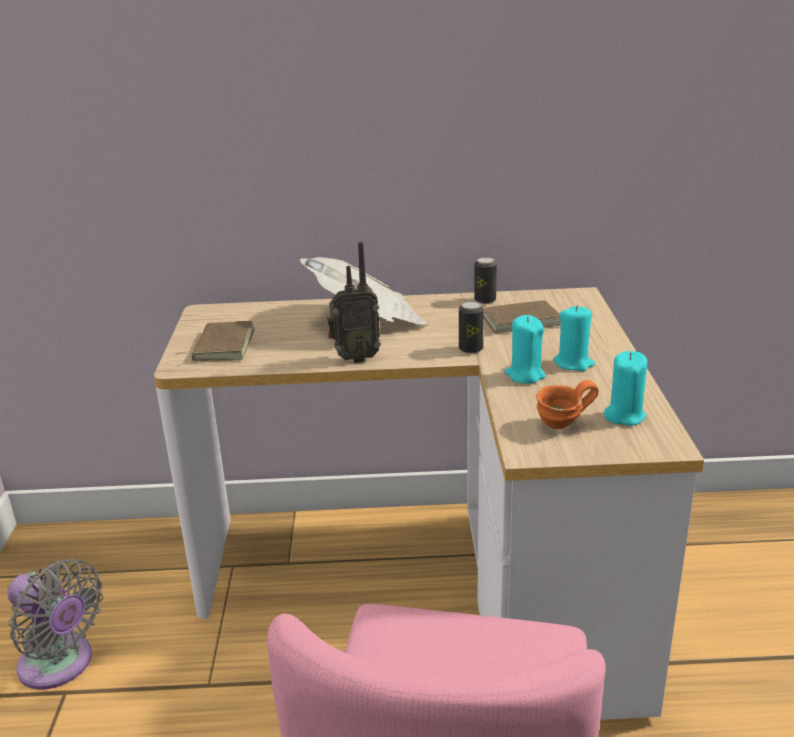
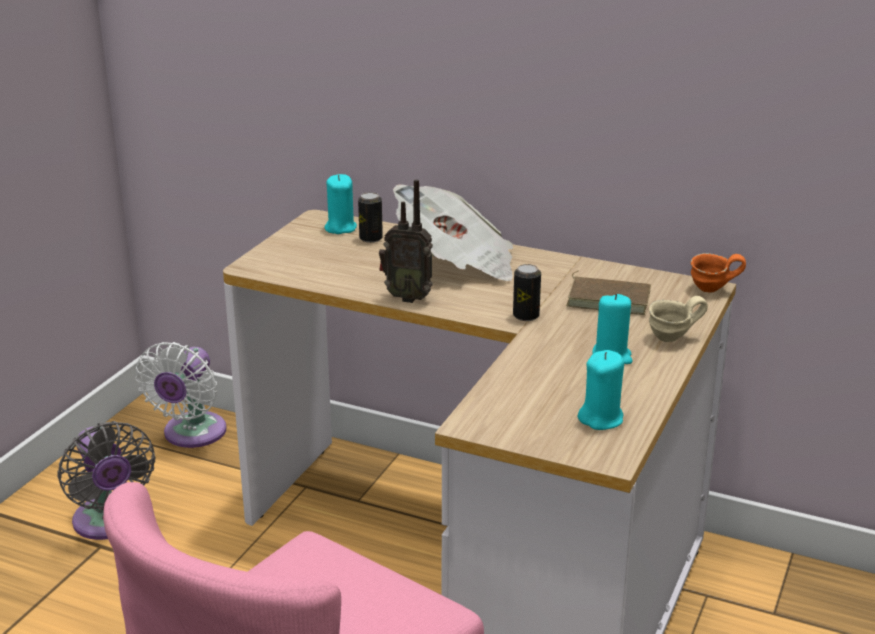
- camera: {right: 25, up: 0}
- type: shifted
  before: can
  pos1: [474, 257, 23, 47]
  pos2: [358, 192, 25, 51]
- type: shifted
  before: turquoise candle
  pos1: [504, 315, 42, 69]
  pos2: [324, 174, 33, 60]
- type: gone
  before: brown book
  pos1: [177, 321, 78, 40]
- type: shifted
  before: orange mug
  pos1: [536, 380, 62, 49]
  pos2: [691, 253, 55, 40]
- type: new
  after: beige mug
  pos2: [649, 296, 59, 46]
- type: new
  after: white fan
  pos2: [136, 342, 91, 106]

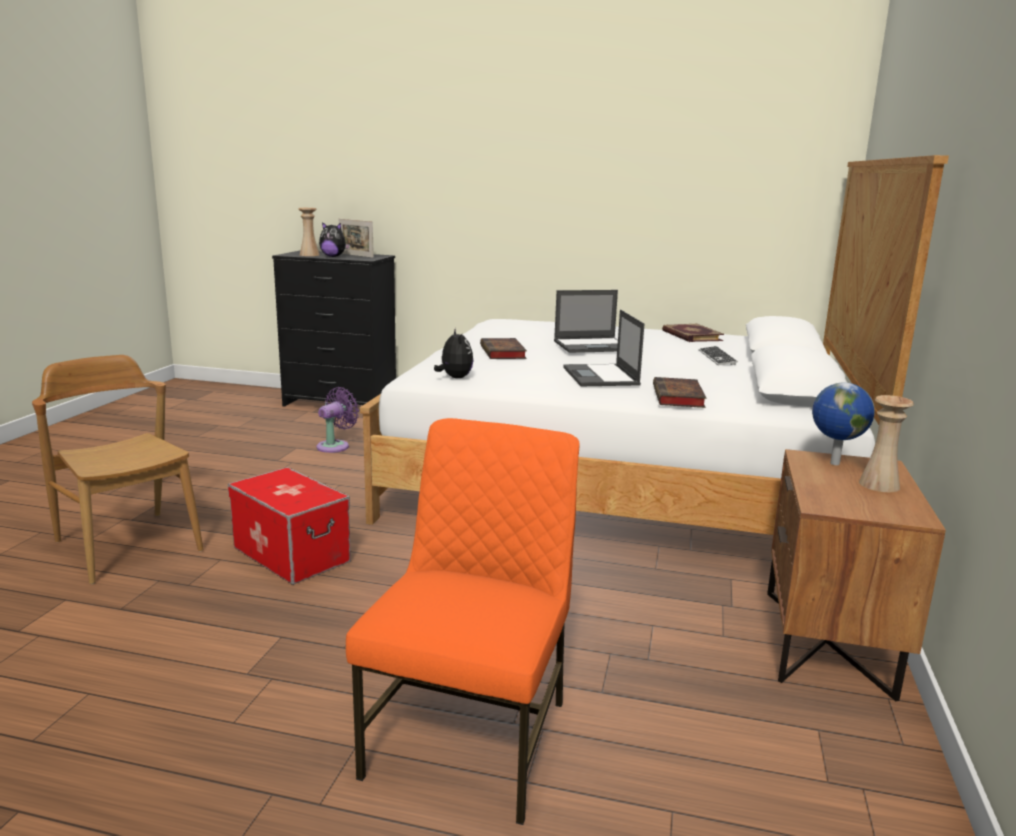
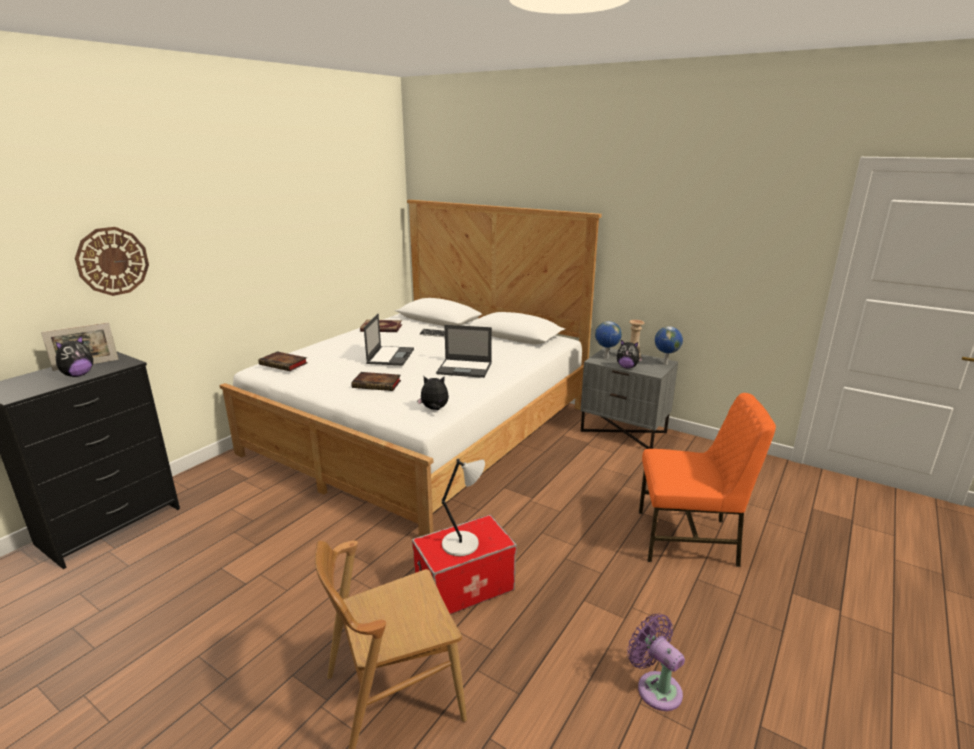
- camera: {right: -70, up: 5}
- type: gone
  before: beige vase
  pos1: [298, 208, 21, 48]
- type: shifted
  before: book
  pos1: [653, 377, 53, 31]
  pos2: [258, 351, 50, 20]
- type: shifted
  before: purple fan
  pos1: [316, 387, 43, 66]
  pos2: [627, 613, 58, 98]
- type: rotated
  before: orange chair
  pos1: [346, 418, 234, 407]
  pos2: [639, 393, 137, 174]
  turn: 150
- type: repainted
  before: brown nightstand
  after: grey nightstand
  pos1: [767, 449, 179, 252]
  pos2: [581, 347, 97, 102]
- type: new
  after: wall clock
  pos2: [75, 227, 74, 69]
- type: new
  after: globe
  pos2: [655, 326, 28, 39]
- type: new
  after: plush toy
  pos2: [617, 340, 26, 29]
- type: new
  after: grey table lamp
  pos2: [442, 458, 43, 98]

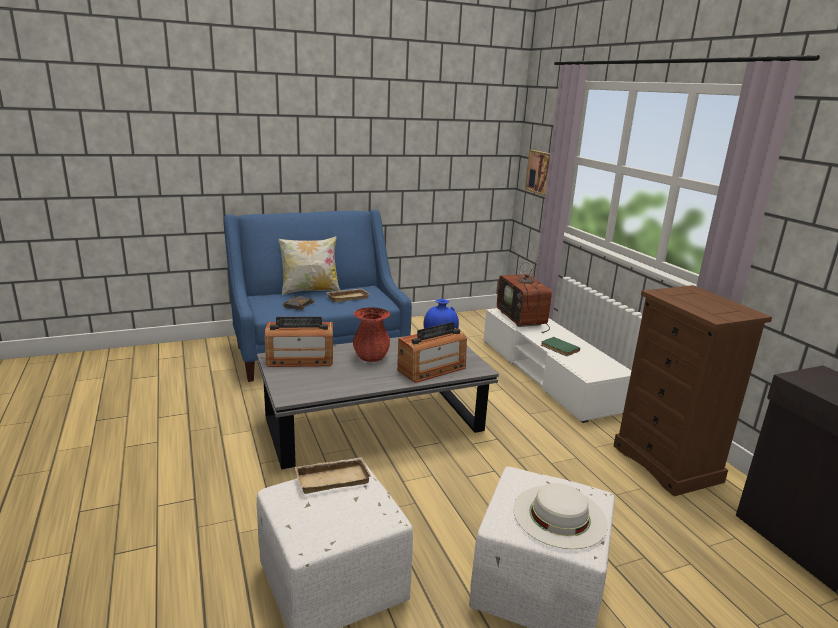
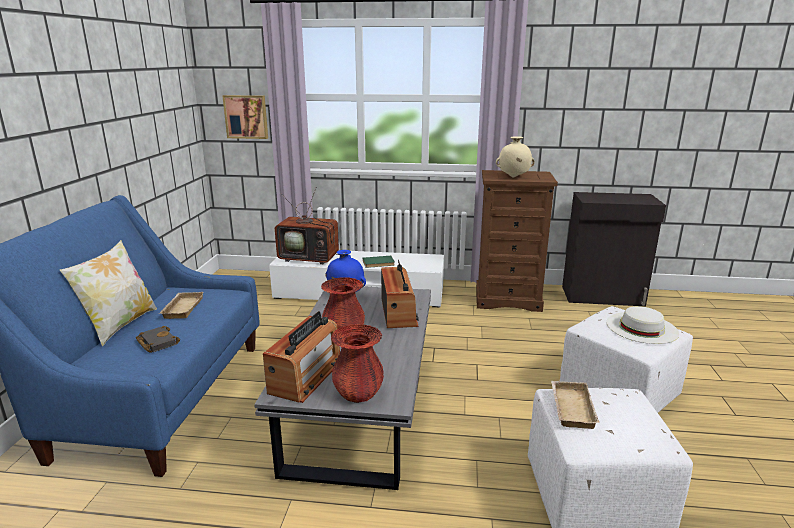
- camera: {right: -60, up: 0}
- type: new
  after: beige vase
  pos2: [496, 136, 38, 41]
- type: new
  after: red vase
  pos2: [331, 324, 53, 79]

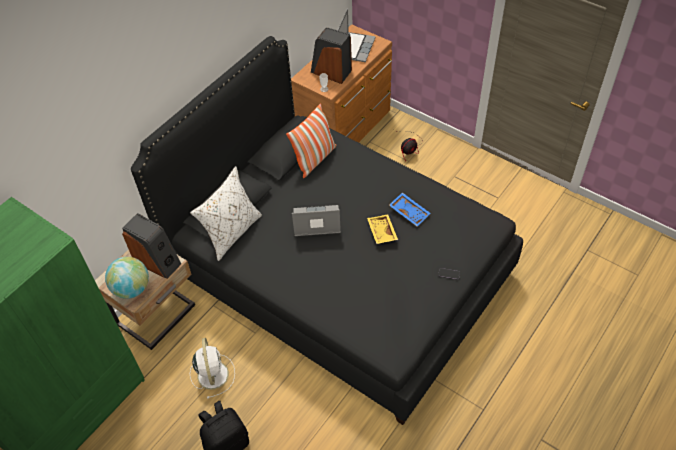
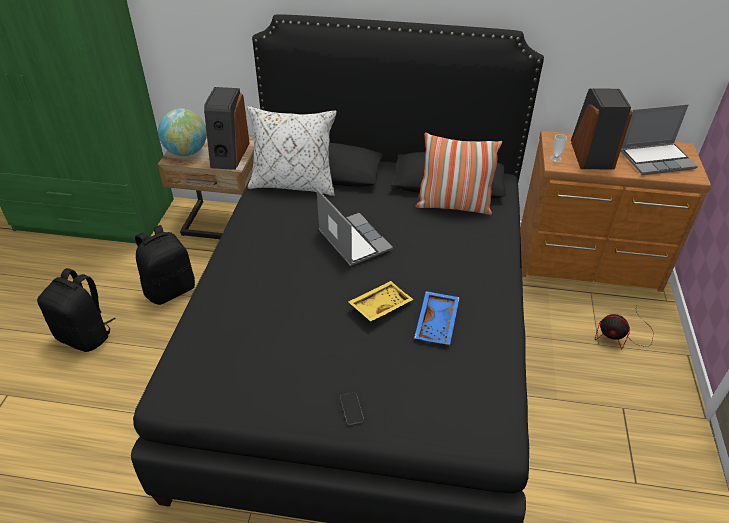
- camera: {right: 60, up: -10}
- type: swapped
  before: white fan
  after: black backpack
  pos1: [190, 338, 45, 60]
  pos2: [135, 225, 60, 80]

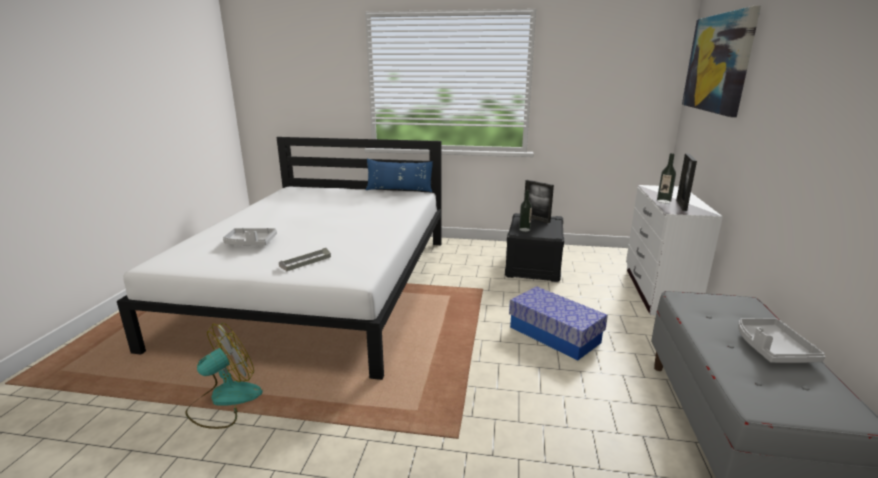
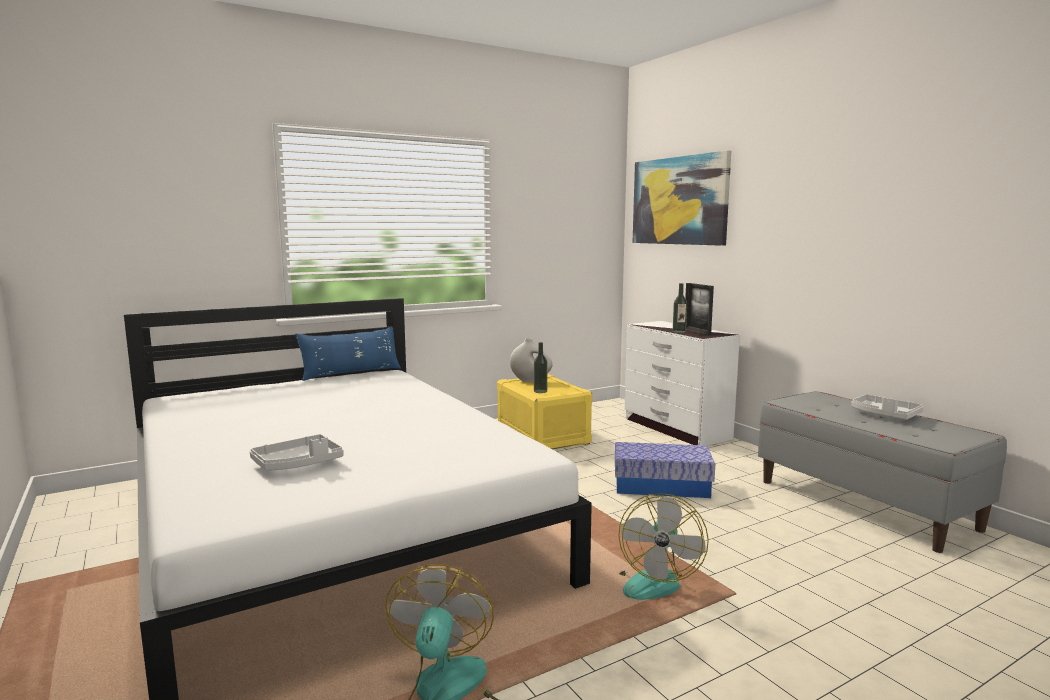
- camera: {right: -40, up: -10}
- type: swapped
  before: picture frame
  after: white vase
  pos1: [524, 180, 30, 43]
  pos2: [510, 338, 43, 44]
- type: repainted
  before: black storage box
  after: yellow storage box
  pos1: [505, 213, 59, 69]
  pos2: [497, 374, 96, 76]
- type: gone
  before: grey tray
  pos1: [279, 248, 52, 23]
- type: new
  after: fan
  pos2: [618, 493, 91, 107]

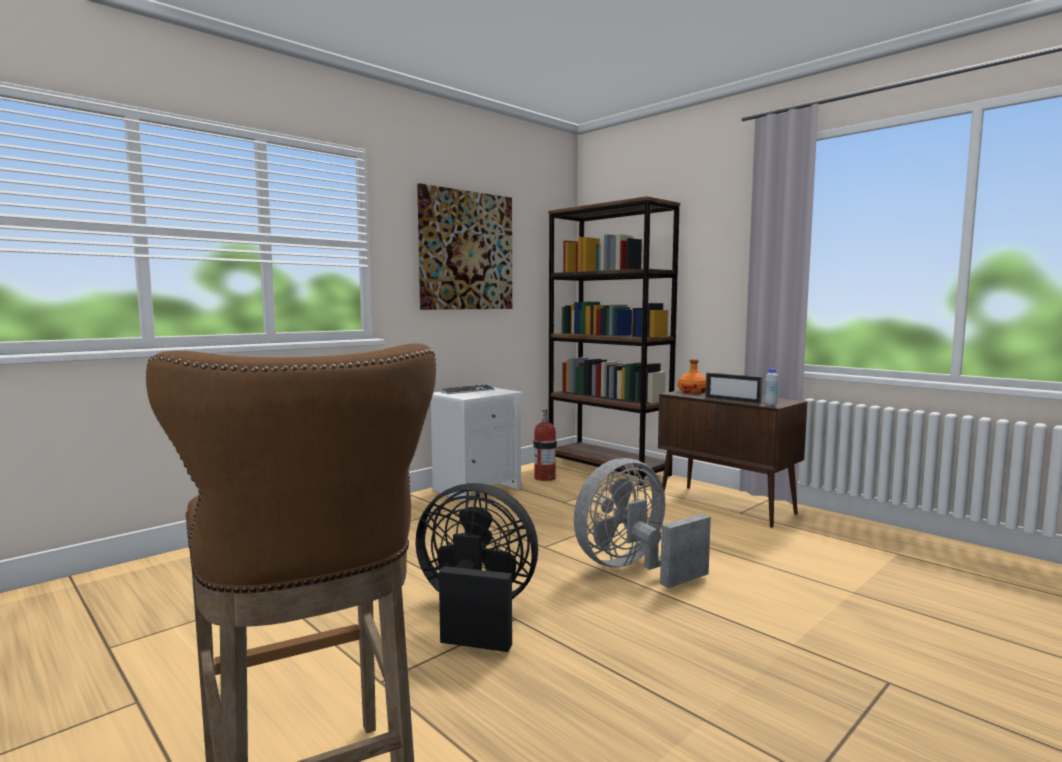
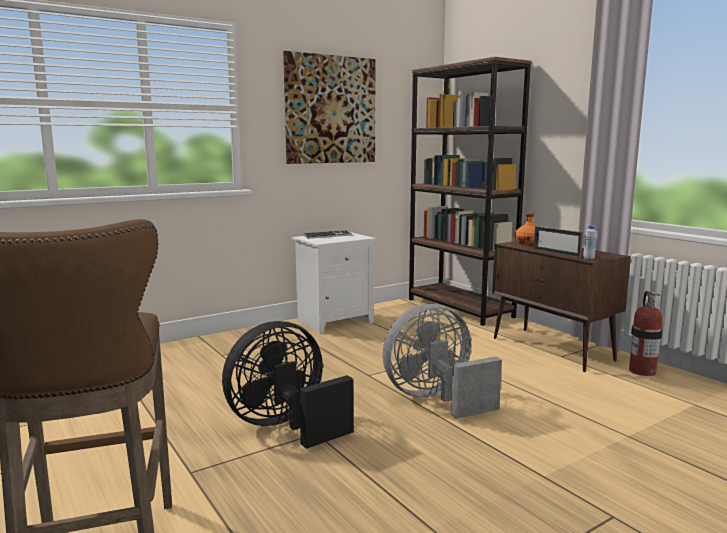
- camera: {right: 10, up: 5}
- type: shifted
  before: fire extinguisher
  pos1: [533, 409, 24, 72]
  pos2: [629, 291, 34, 85]
- type: rotated
  before: black fan
  pos1: [416, 483, 122, 169]
  pos2: [222, 321, 132, 128]
  turn: -60

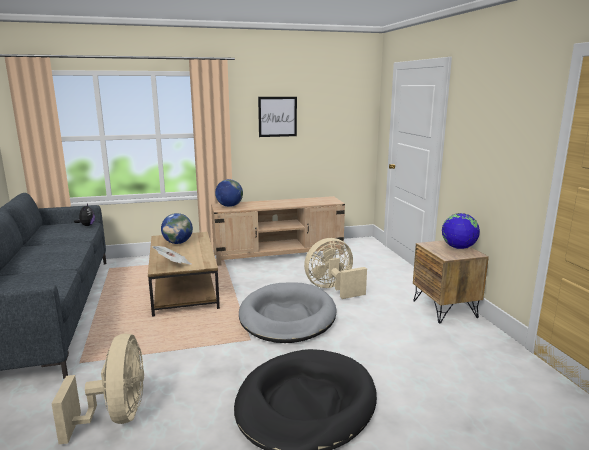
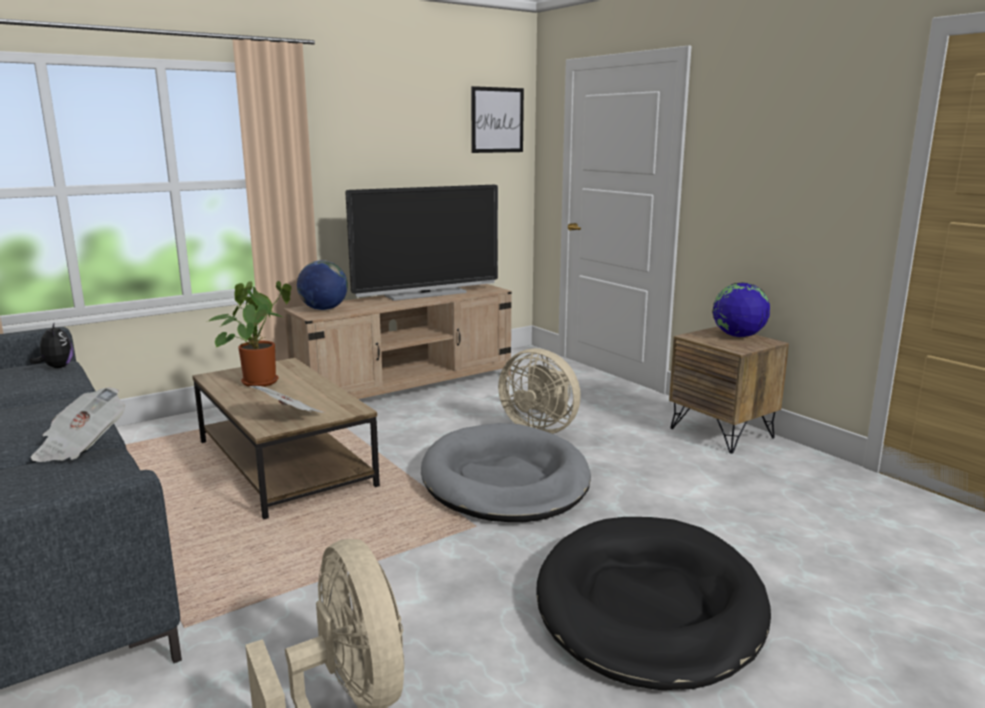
- camera: {right: -20, up: 0}
- type: shifted
  before: picture
  pos1: [258, 97, 39, 40]
  pos2: [471, 86, 53, 67]
- type: swapped
  before: globe
  after: potted plant
  pos1: [161, 213, 32, 31]
  pos2: [209, 281, 83, 106]
- type: rotated
  before: beige fan
  pos1: [304, 238, 63, 61]
  pos2: [498, 348, 83, 86]
  turn: -105
- type: new
  after: television
  pos2: [345, 185, 153, 116]
- type: new
  after: newspaper
  pos2: [31, 387, 94, 75]

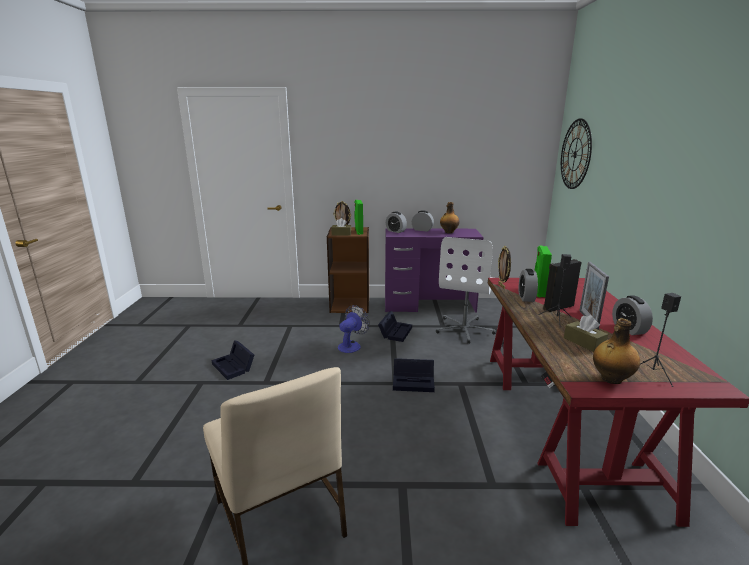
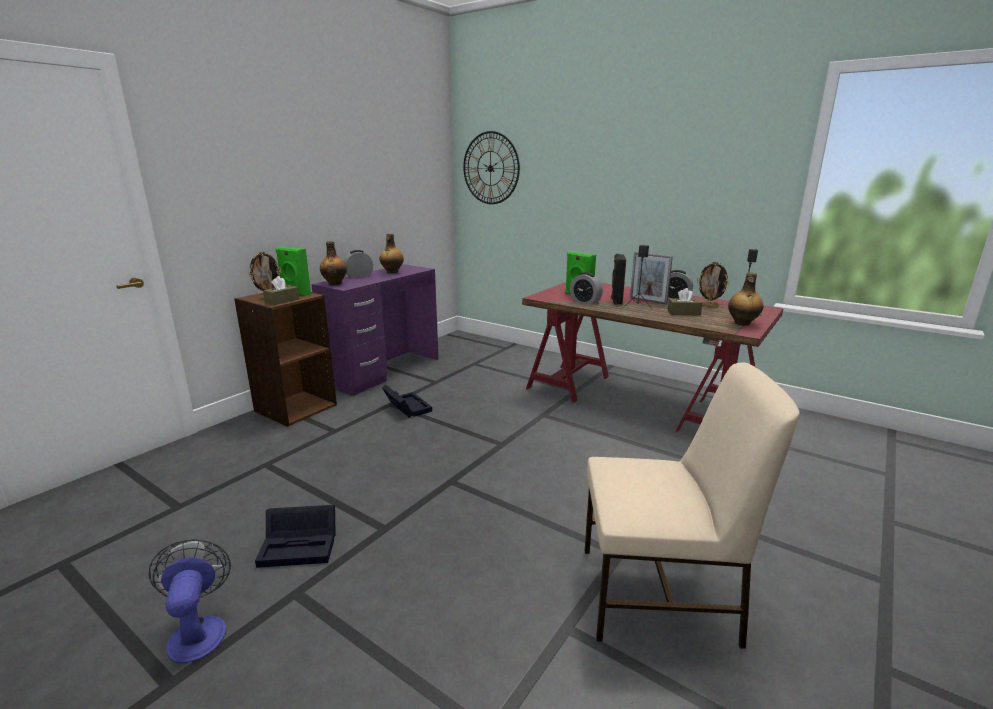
- camera: {right: -55, up: 0}
- type: swapped
  before: alarm clock
  after: bottle
  pos1: [386, 212, 21, 21]
  pos2: [320, 241, 27, 44]
- type: gone
  before: white office chair
  pos1: [436, 237, 60, 107]
- type: shifted
  before: picture frame
  pos1: [498, 246, 13, 43]
  pos2: [697, 261, 32, 46]
- type: shifted
  before: fan
  pos1: [338, 305, 32, 48]
  pos2: [148, 539, 83, 124]
- type: gone
  before: black storage box
  pos1: [393, 358, 42, 34]

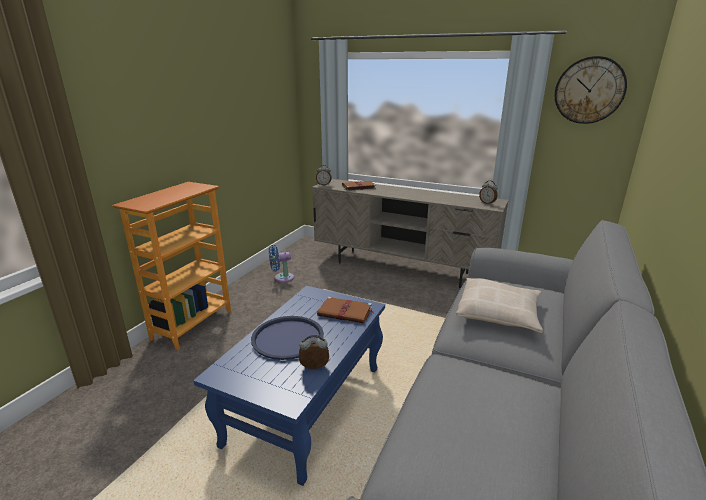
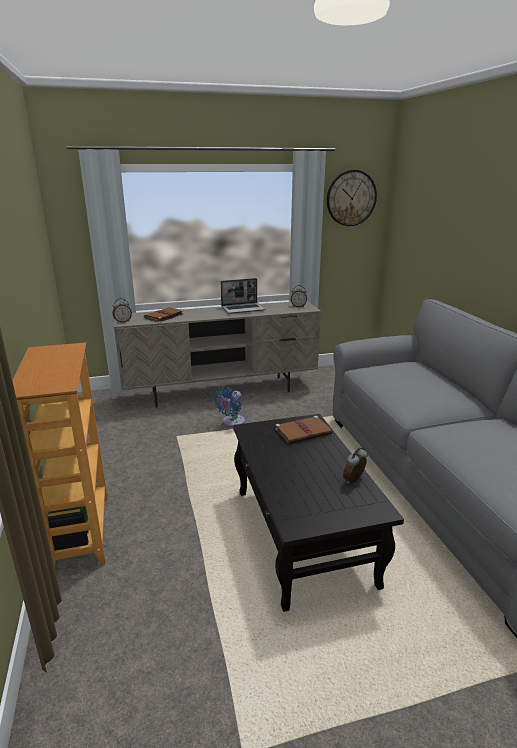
- camera: {right: -40, up: 0}
- type: shifted
  before: blue fan
  pos1: [269, 245, 25, 38]
  pos2: [214, 387, 31, 40]
- type: gone
  before: beige pillow
  pos1: [456, 278, 87, 55]
- type: repainted
  before: blue coffee table
  after: black coffee table
  pos1: [193, 286, 192, 200]
  pos2: [233, 414, 171, 198]
- type: gone
  before: blue tray
  pos1: [251, 316, 73, 44]
- type: new
  after: laptop
  pos2: [221, 278, 44, 36]

